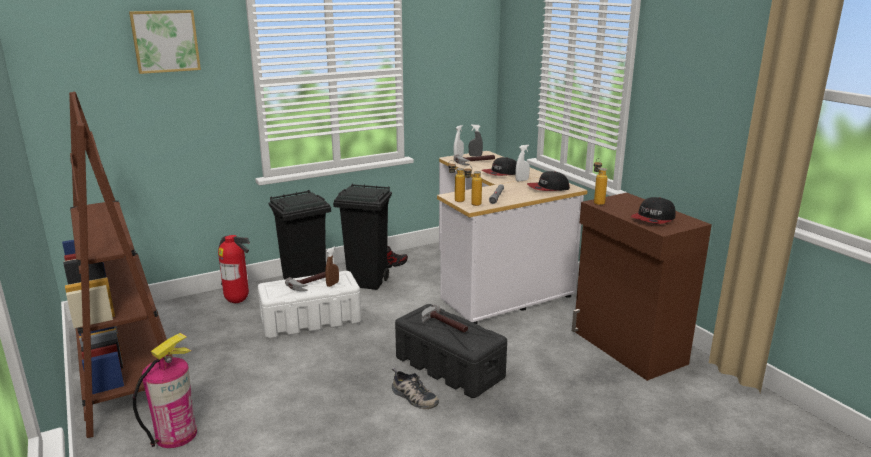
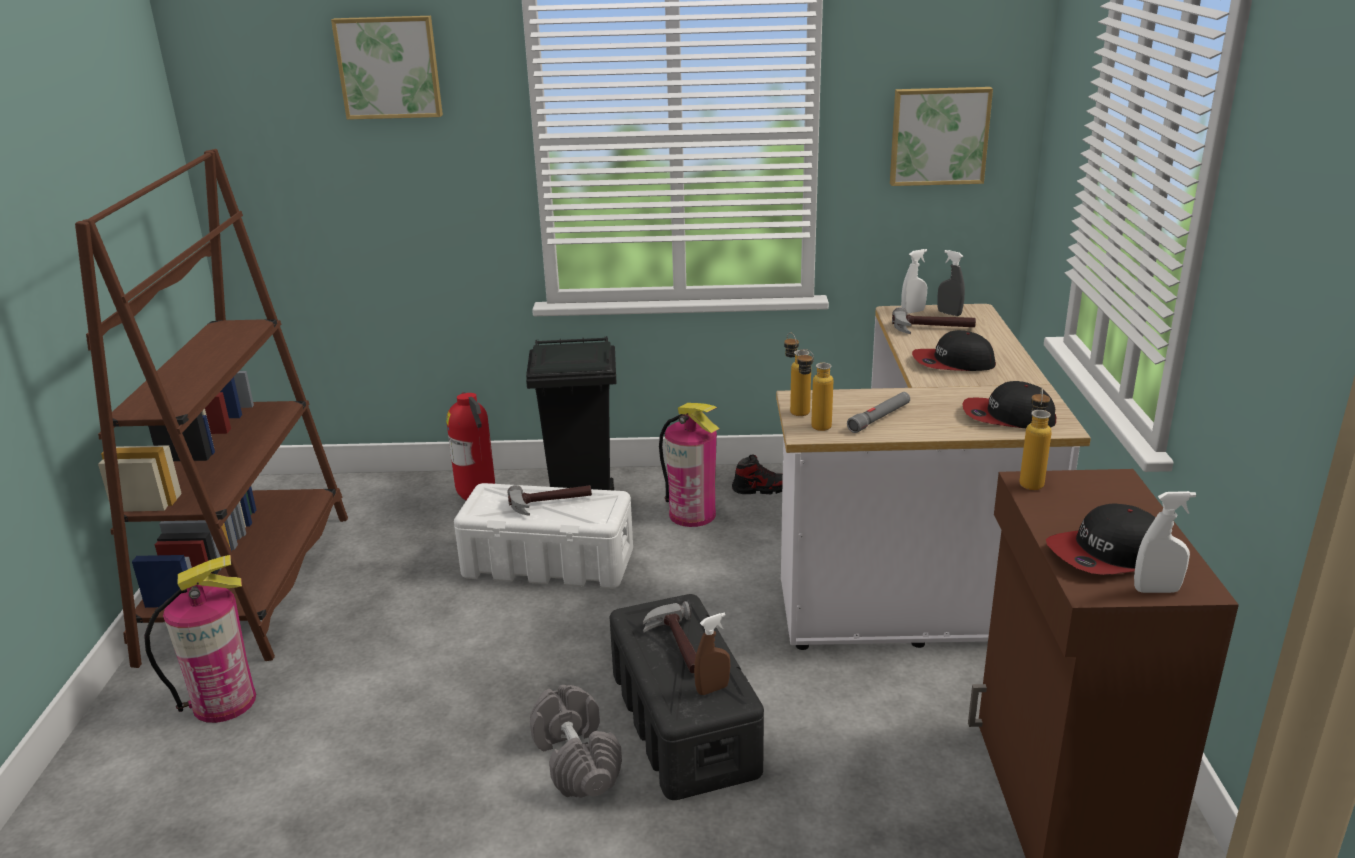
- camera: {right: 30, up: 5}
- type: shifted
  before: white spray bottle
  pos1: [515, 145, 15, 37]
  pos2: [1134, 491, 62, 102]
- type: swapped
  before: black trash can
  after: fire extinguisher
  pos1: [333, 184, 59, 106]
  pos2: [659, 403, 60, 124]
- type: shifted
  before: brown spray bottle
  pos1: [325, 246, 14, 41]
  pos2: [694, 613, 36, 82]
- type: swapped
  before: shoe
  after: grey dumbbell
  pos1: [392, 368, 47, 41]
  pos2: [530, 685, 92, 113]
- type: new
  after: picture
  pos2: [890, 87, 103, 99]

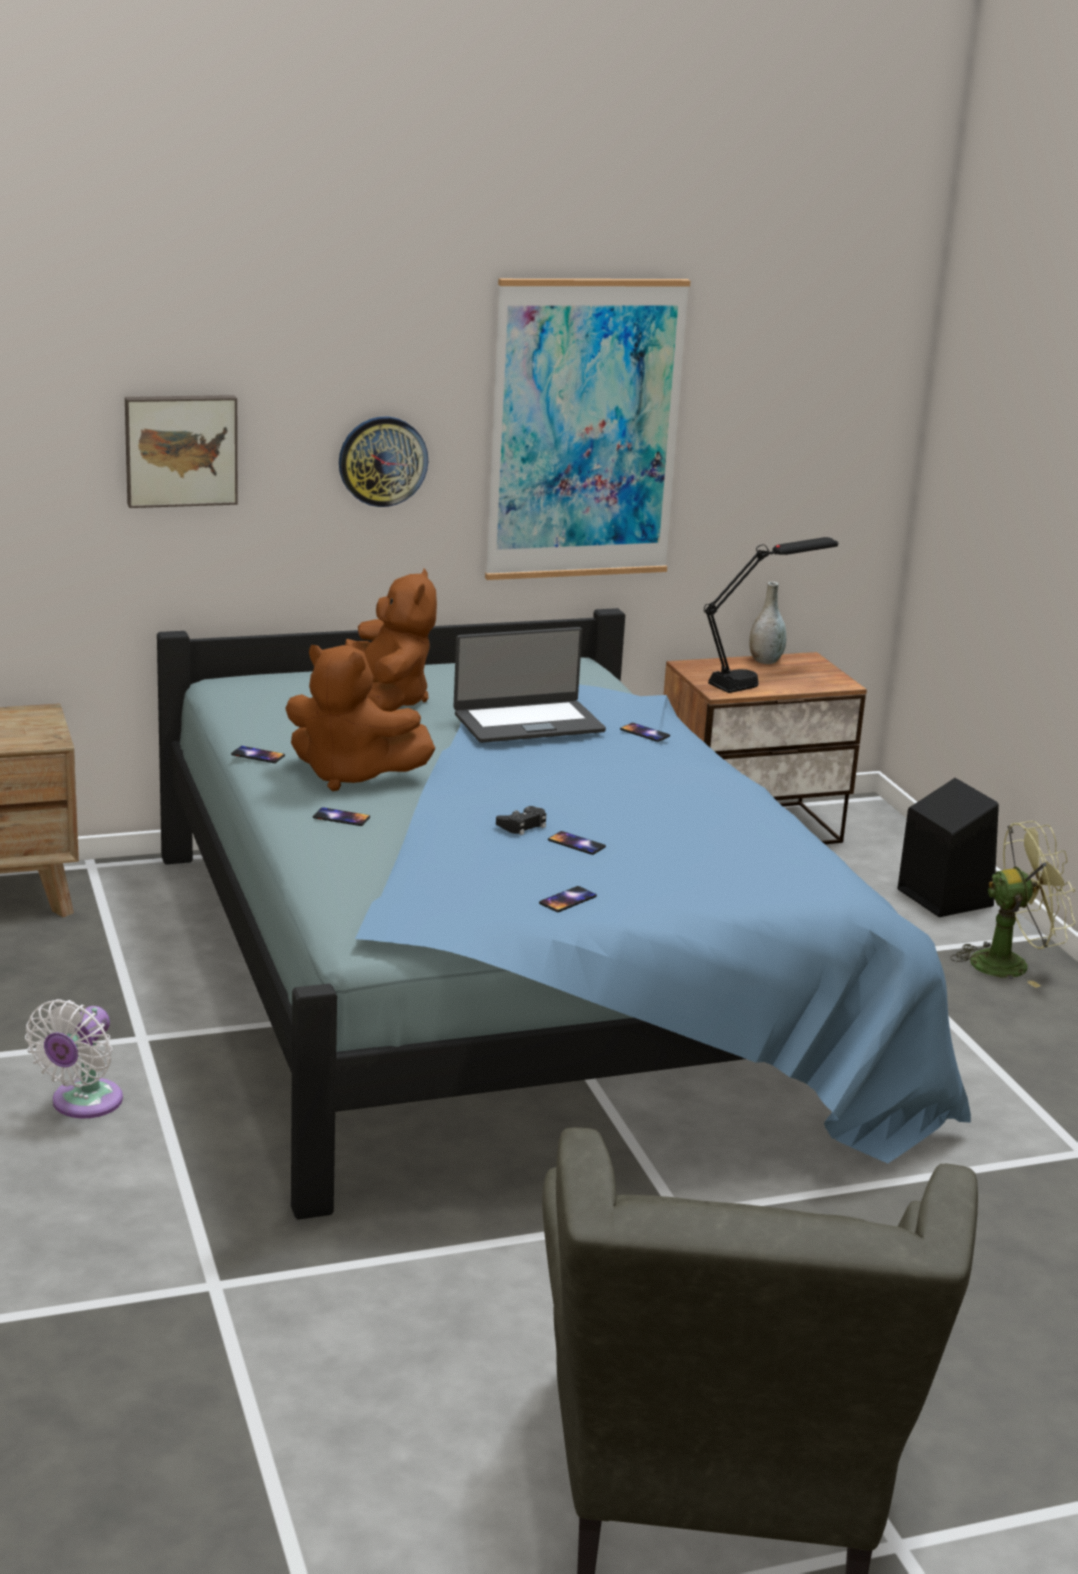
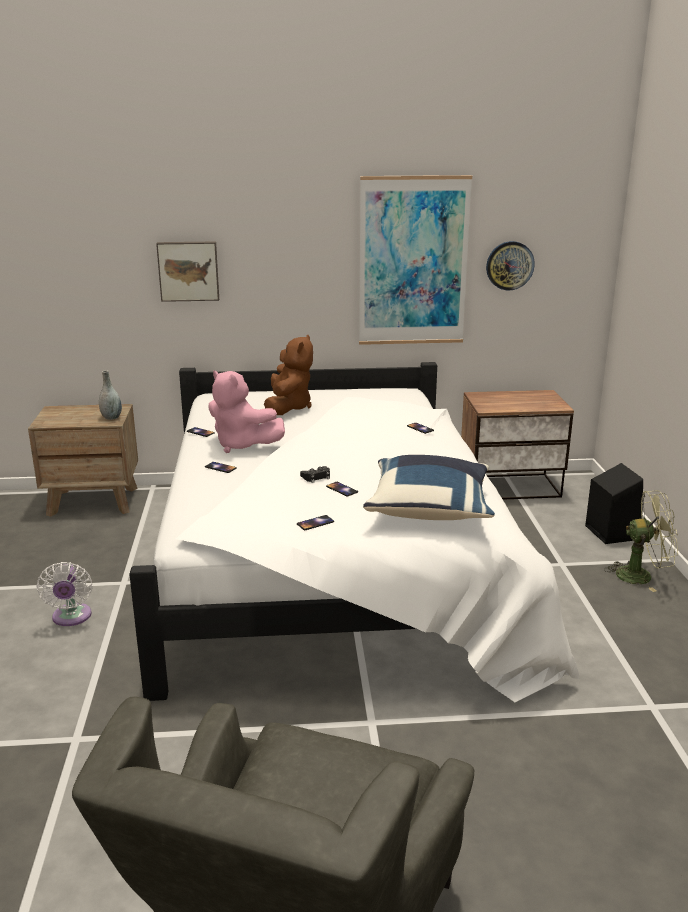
- camera: {right: 15, up: 0}
- type: shifted
  before: wall clock
  pos1: [339, 417, 89, 90]
  pos2: [486, 241, 49, 49]
- type: gone
  before: black table lamp
  pos1: [704, 537, 134, 156]
- type: shifted
  before: grey vase
  pos1: [749, 582, 37, 82]
  pos2: [99, 370, 23, 50]
- type: repainted
  before: blue bed
  after: white bed
  pos1: [157, 608, 814, 611]
  pos2: [129, 362, 450, 340]
- type: gone
  before: laptop
  pos1: [453, 627, 153, 116]
- type: repainted
  before: brown plush toy
  after: pink plush toy
  pos1: [285, 645, 150, 146]
  pos2: [208, 370, 77, 83]
- type: rotated
  before: white fan
  pos1: [25, 999, 98, 119]
  pos2: [36, 562, 57, 64]
  turn: -45
- type: new
  after: blue pillow
  pos2: [363, 455, 132, 65]

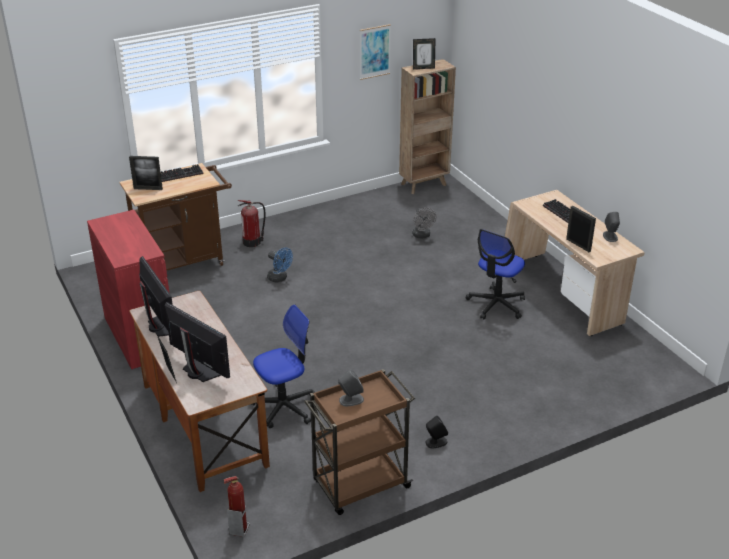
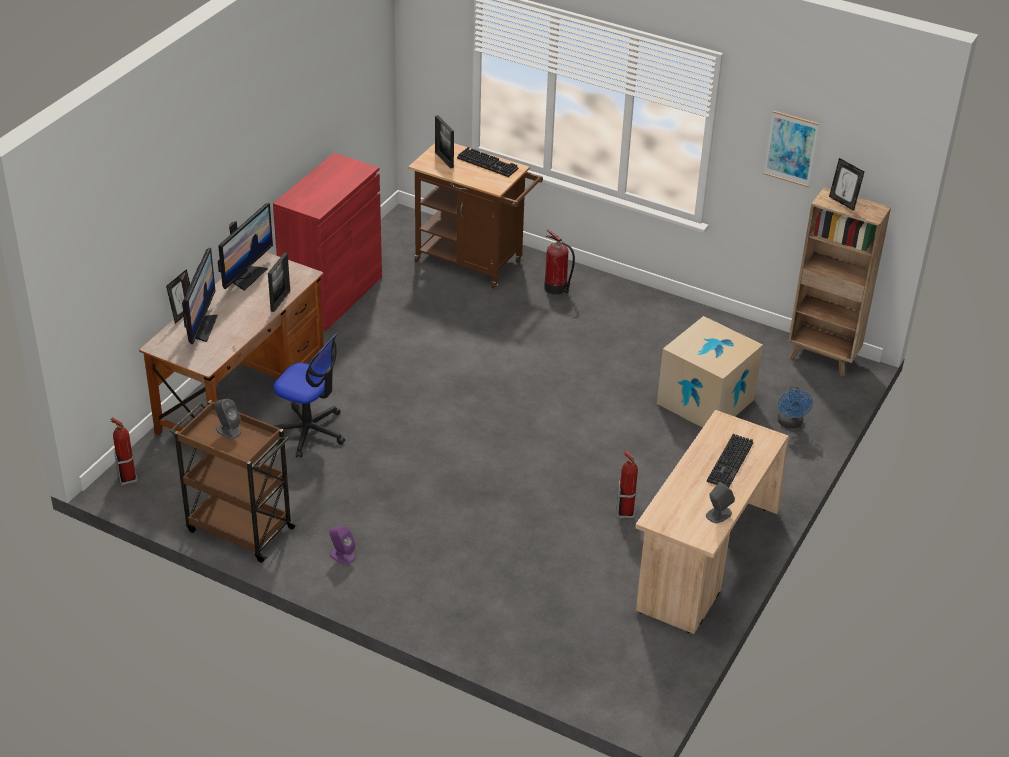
- camera: {right: 55, up: 5}
- type: shifted
  before: picture frame
  pos1: [566, 206, 30, 46]
  pos2: [268, 253, 22, 59]
- type: swapped
  before: grey fan
  after: cardboard box
  pos1: [412, 208, 25, 31]
  pos2: [657, 316, 106, 112]
- type: swapped
  before: office chair
  after: fire extinguisher
  pos1: [465, 229, 60, 90]
  pos2: [617, 450, 21, 69]
- type: shifted
  before: blue fan
  pos1: [267, 248, 26, 34]
  pos2: [778, 386, 35, 42]
- type: repainted
  before: black speaker
  after: purple speaker
  pos1: [425, 415, 23, 33]
  pos2: [330, 526, 25, 38]

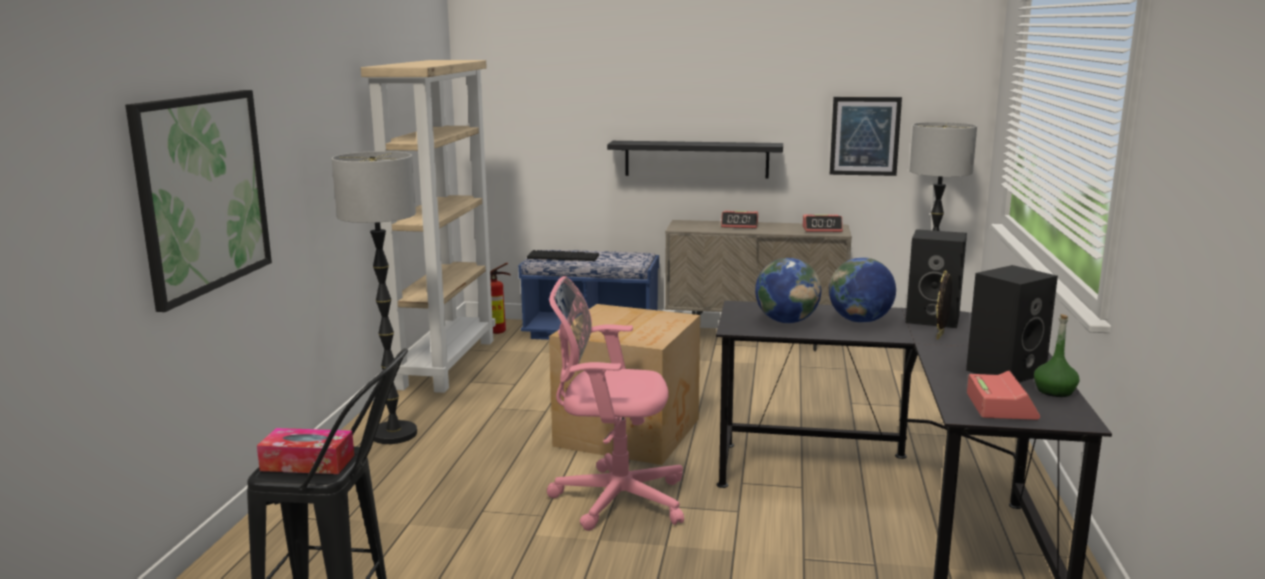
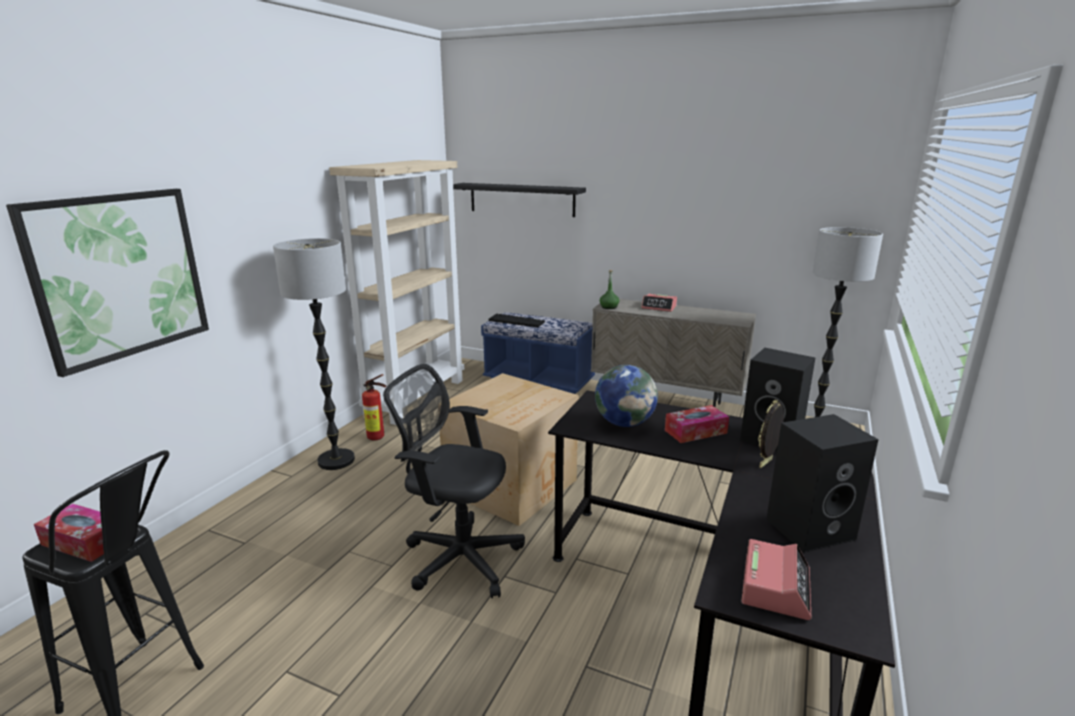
- camera: {right: 15, up: 5}
- type: gone
  before: picture
  pos1: [830, 97, 72, 79]
- type: shifted
  before: black shelf
  pos1: [607, 141, 176, 38]
  pos2: [453, 183, 133, 34]
- type: gone
  before: alarm clock
  pos1: [802, 214, 41, 18]
- type: swapped
  before: globe
  after: tissue box
  pos1: [829, 257, 67, 66]
  pos2: [665, 405, 64, 38]
- type: shifted
  before: fire extinguisher
  pos1: [490, 263, 21, 71]
  pos2: [362, 374, 24, 66]
- type: repainted
  before: pink office chair
  after: black office chair
  pos1: [546, 276, 138, 255]
  pos2: [383, 364, 142, 234]
- type: shifted
  before: green bottle
  pos1: [1034, 314, 46, 83]
  pos2: [600, 270, 19, 39]

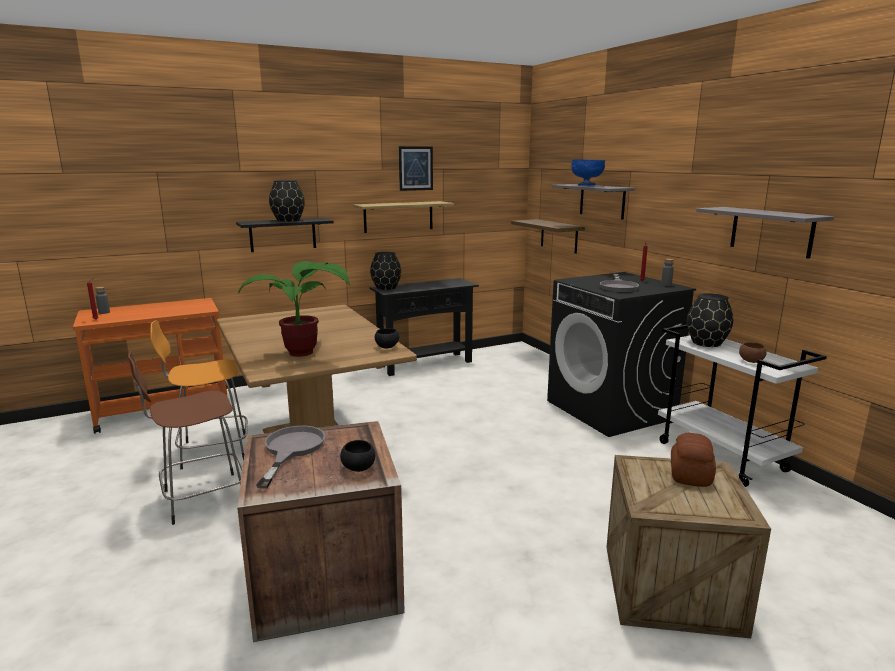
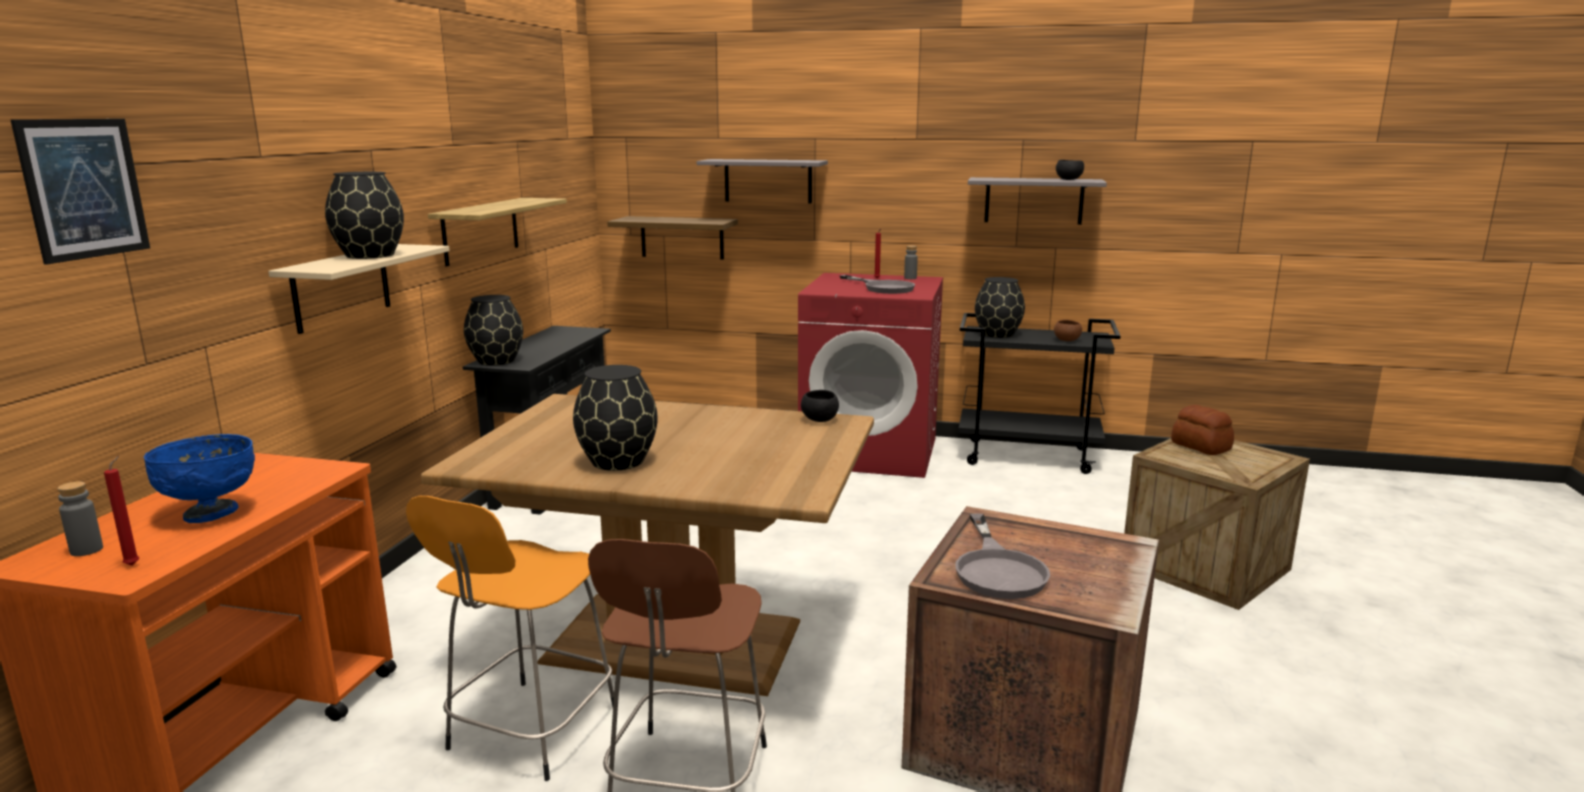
- camera: {right: -50, up: 0}
- type: shifted
  before: picture
  pos1: [399, 146, 34, 45]
  pos2: [11, 119, 139, 146]
- type: shifted
  before: blue bowl
  pos1: [571, 159, 34, 27]
  pos2: [144, 434, 111, 89]
- type: repainted
  before: black shelf
  after: beige shelf
  pos1: [236, 218, 98, 34]
  pos2: [268, 244, 182, 90]
- type: gone
  before: potted plant
  pos1: [238, 261, 112, 96]
- type: repainted
  before: black washing machine
  after: red washing machine
  pos1: [547, 272, 149, 165]
  pos2: [798, 273, 145, 205]
- type: repainted
  before: white cart
  after: black cart
  pos1: [658, 325, 169, 162]
  pos2: [958, 313, 162, 161]
- type: rotated
  before: grey frying pan
  pos1: [256, 426, 69, 63]
  pos2: [956, 513, 94, 86]
  turn: -135
- type: shifted
  before: black bowl
  pos1: [340, 440, 35, 32]
  pos2: [1056, 160, 28, 20]
- type: new
  after: black vase
  pos2: [573, 365, 85, 106]

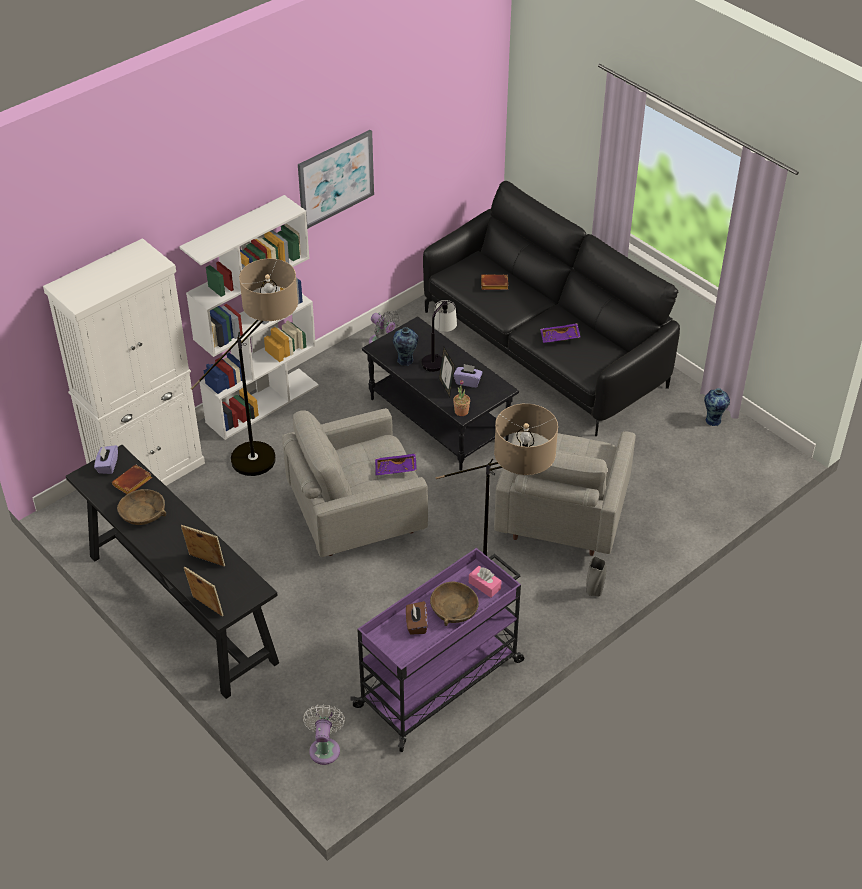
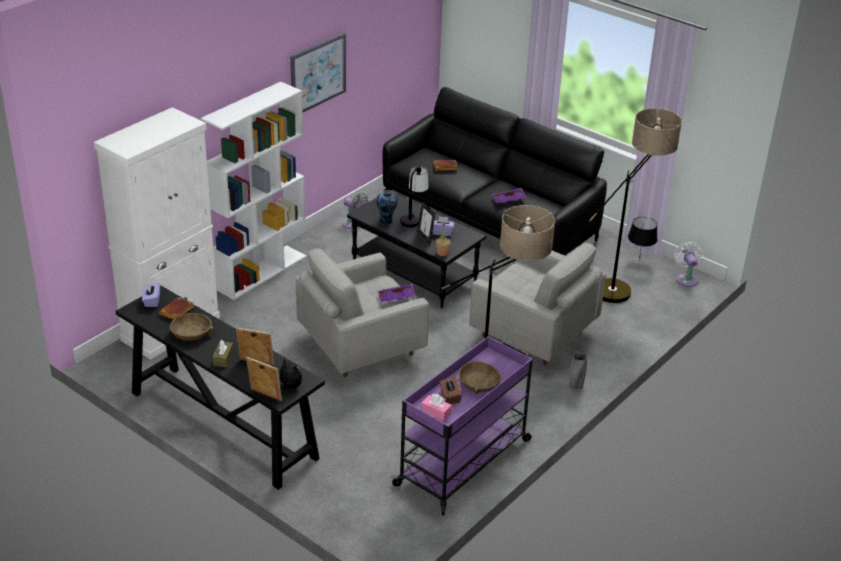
- camera: {right: -10, up: -10}
- type: shifted
  before: floor lamp
  pos1: [191, 258, 107, 218]
  pos2: [589, 108, 93, 195]
- type: swapped
  before: vase
  after: black table lamp
  pos1: [704, 388, 26, 38]
  pos2: [628, 217, 30, 43]
- type: rotated
  before: grey armchair
  pos1: [494, 431, 142, 125]
  pos2: [469, 243, 137, 122]
  turn: -60
- type: shifted
  before: pink tissue box
  pos1: [469, 566, 32, 32]
  pos2: [421, 394, 31, 27]
- type: shifted
  before: white fan
  pos1: [303, 704, 42, 61]
  pos2: [674, 242, 29, 45]
- type: new
  after: brown tissue box
  pos2: [213, 340, 21, 27]
- type: new
  after: plush toy
  pos2: [279, 357, 23, 34]

